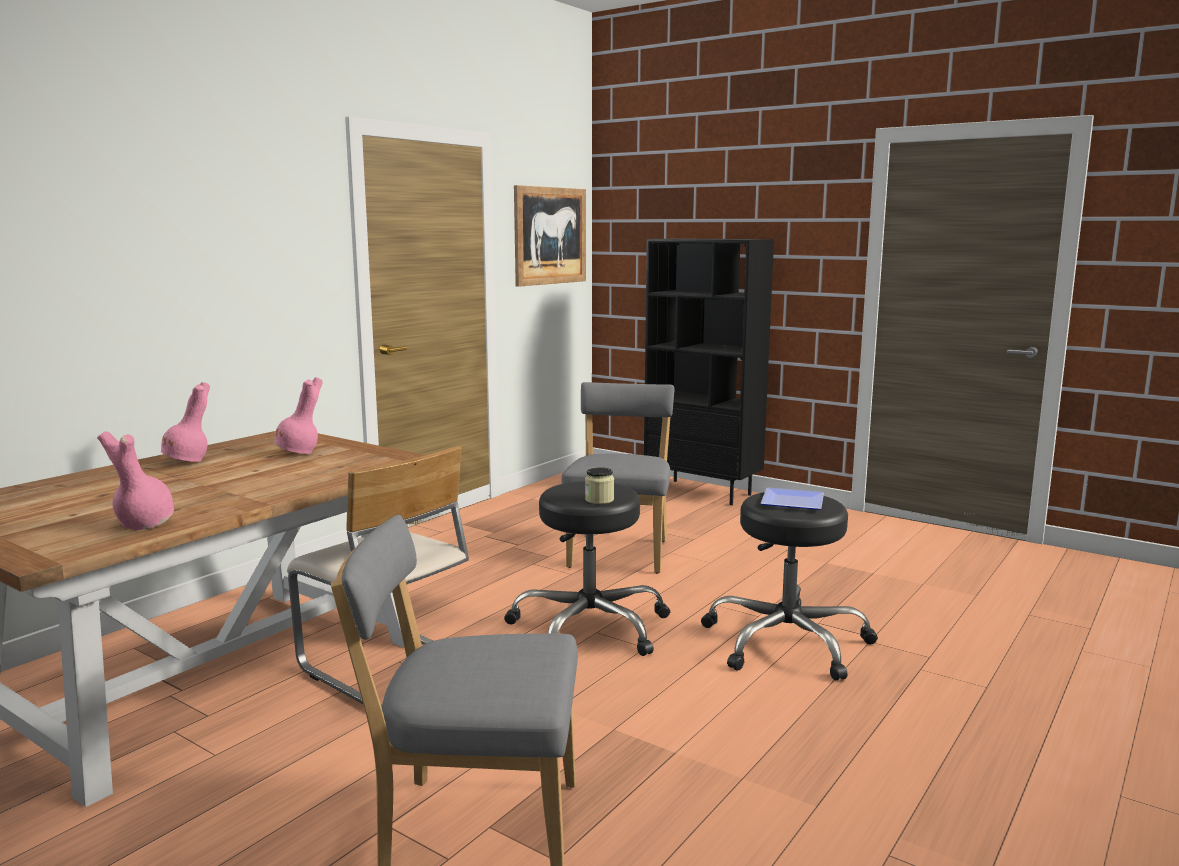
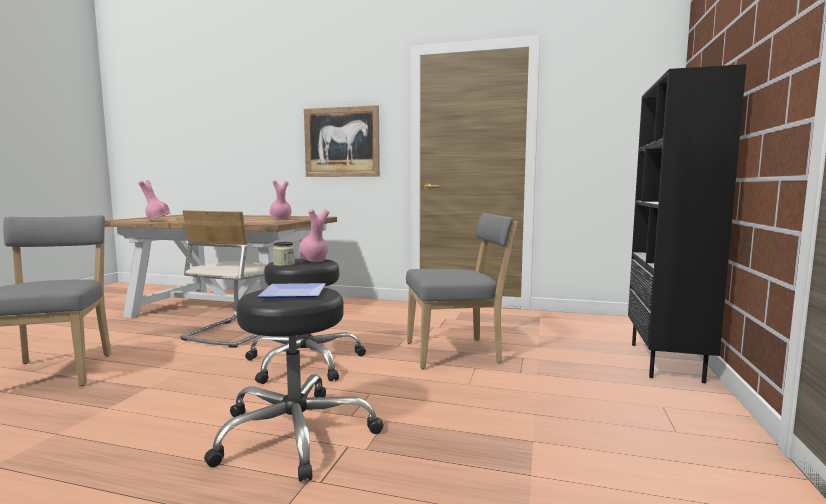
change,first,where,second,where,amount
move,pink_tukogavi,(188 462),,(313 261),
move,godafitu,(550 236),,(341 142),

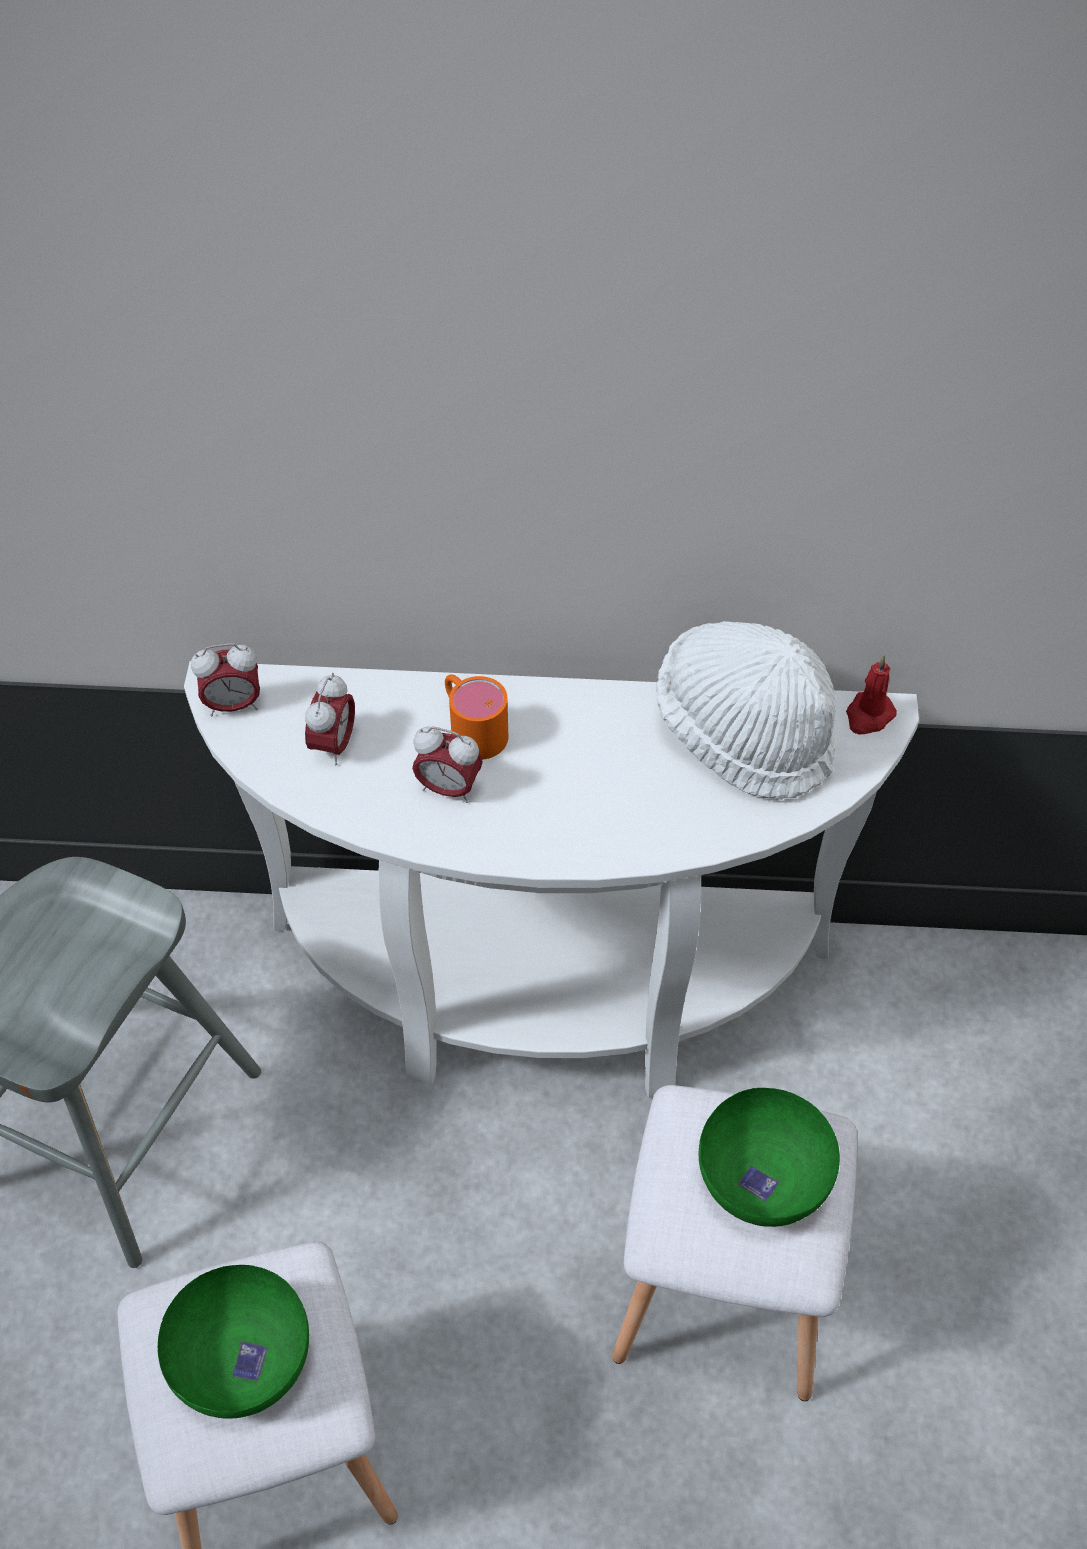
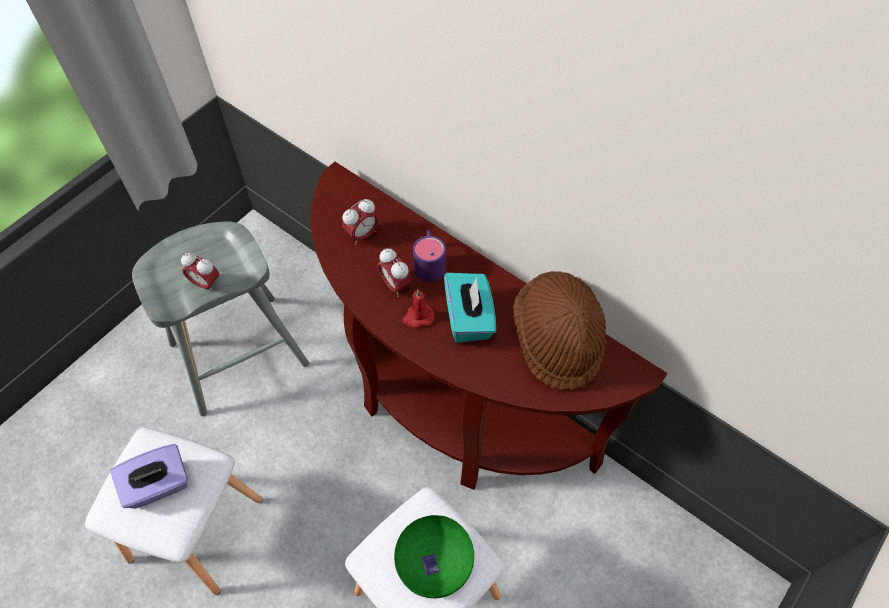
change,first,where,second,where,amount
replace,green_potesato,(241 1357),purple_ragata,(158 485),
recolor,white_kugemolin,(544 995),brown_kugemolin,(450 407),
move,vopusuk,(233 705),,(205 283),
recolor,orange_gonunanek,(472 728),purple_gonunanek,(429 262),
recolor,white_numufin,(744 733),brown_numufin,(558 340),
move,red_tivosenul,(868 716),,(418 317),
insert,,,turquoise_ragata,(469 318),

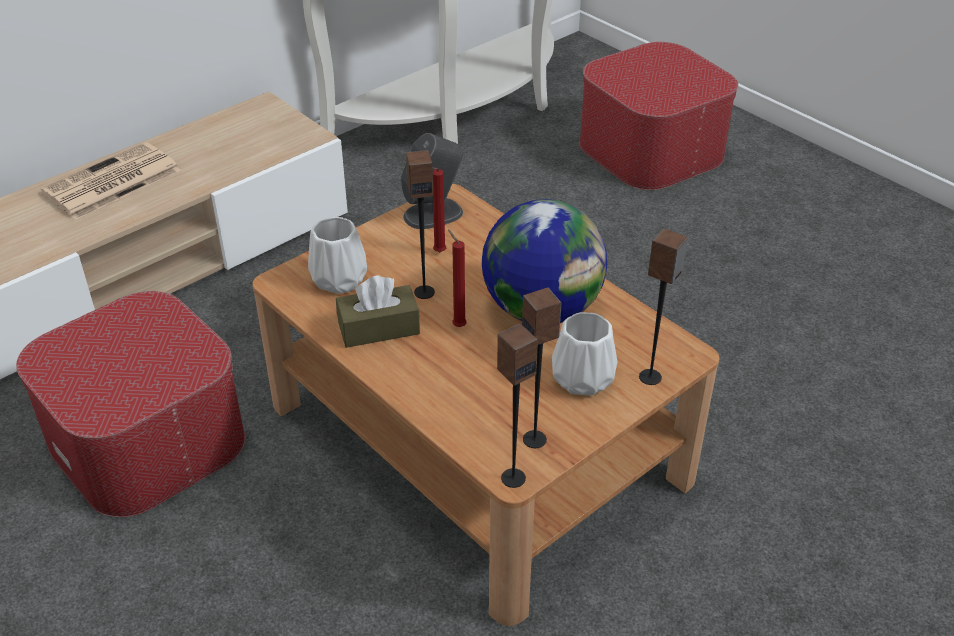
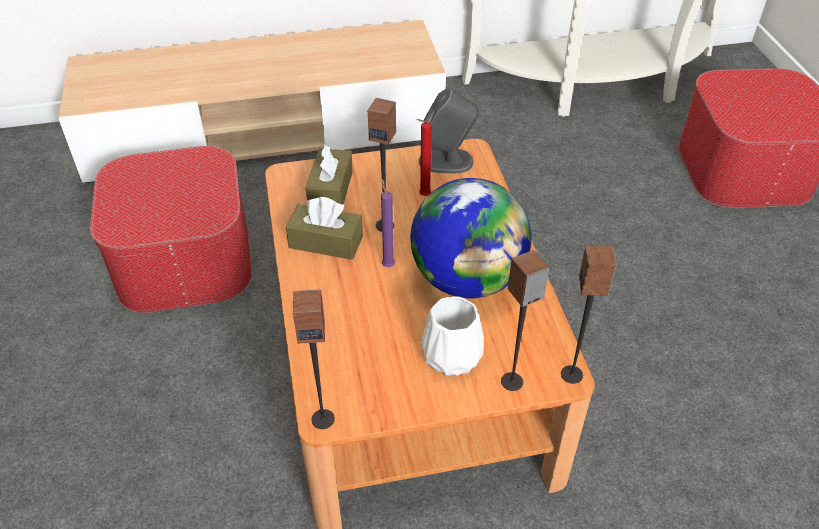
change,first,where,second,where,amount
delete,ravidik,(111 183),,,
replace,white_tukogavi,(340 279),brown_ragata,(330 190),
recolor,red_tivosenul,(457 325),purple_tivosenul,(387 265),
move,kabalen,(535 439),,(572 374),

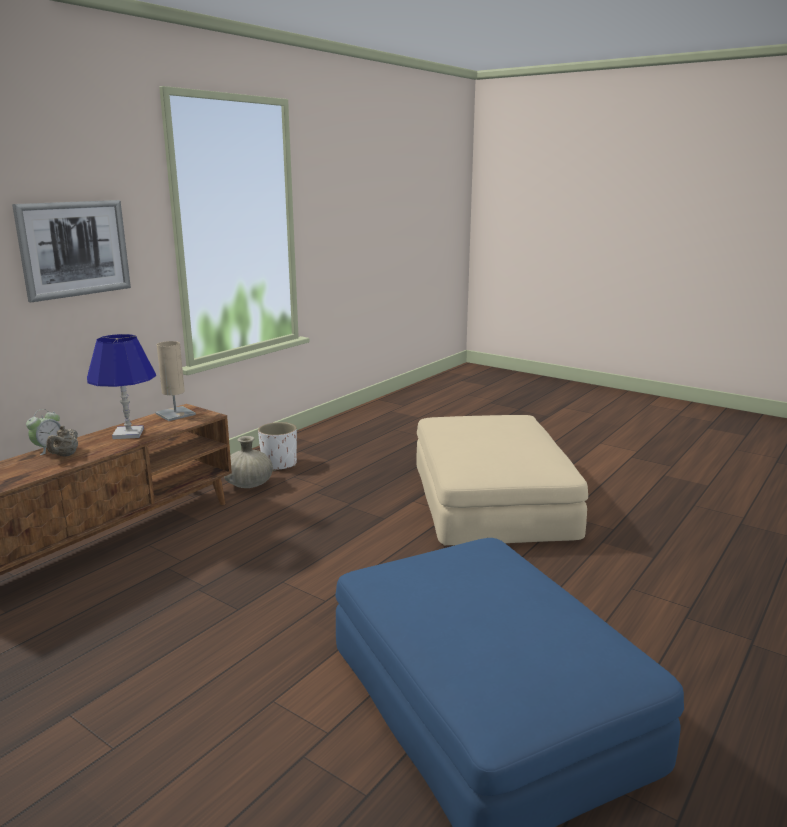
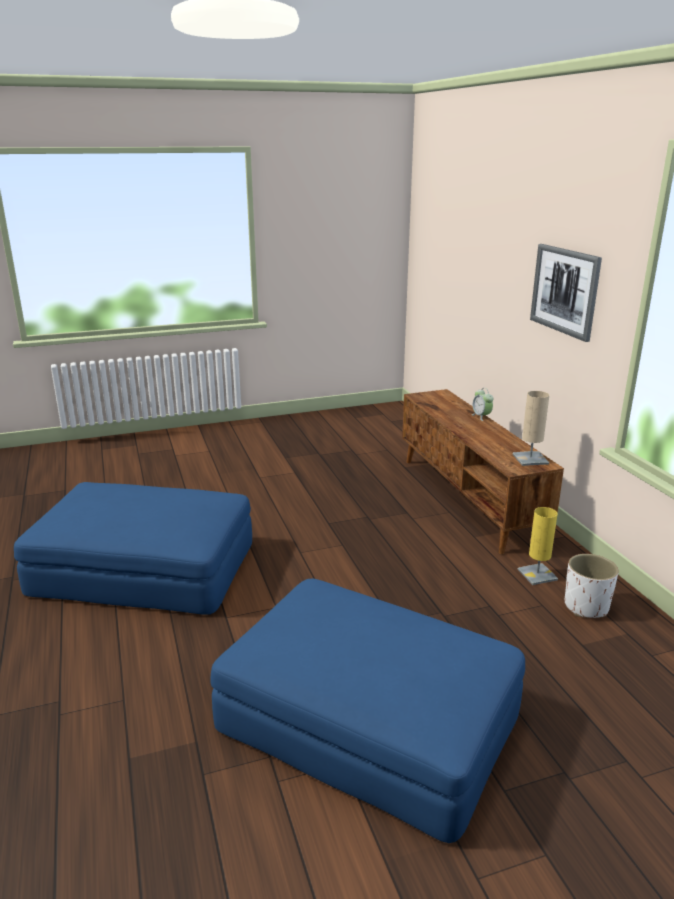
change,first,where,second,where,amount
delete,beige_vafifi,(65 455),,,
delete,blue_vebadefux,(128 434),,,
replace,beige_tukogavi,(248 485),yellow_vebadefux,(537 574),
recolor,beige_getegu,(492 499),blue_getegu,(367 720),

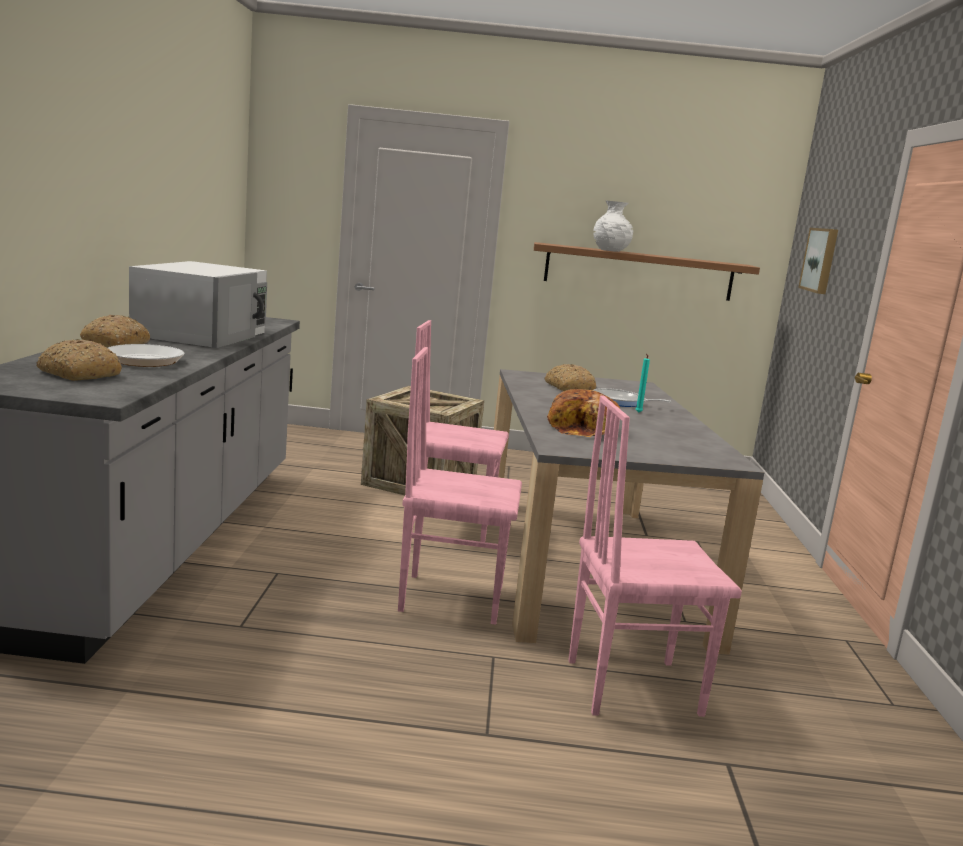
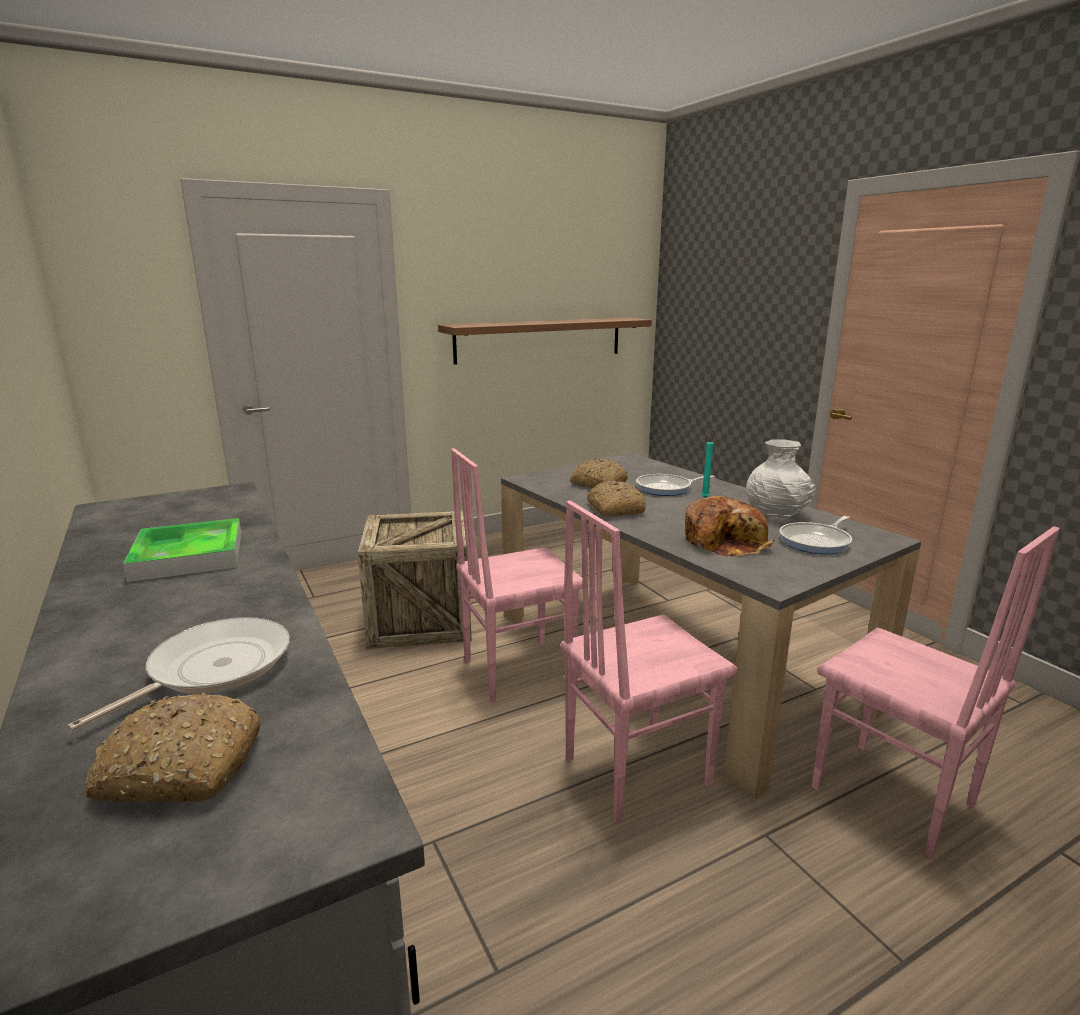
change,first,where,second,where,amount
move,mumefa,(116 344),,(614 509),
replace,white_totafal,(202 334),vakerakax,(189 556),
rotate,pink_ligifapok,(631 686),,(892 798),90 degrees counterclockwise
move,white_tukogavi,(611 250),,(777 514),
delete,godafitu,(821 260),,,
insert,,,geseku,(817 542),

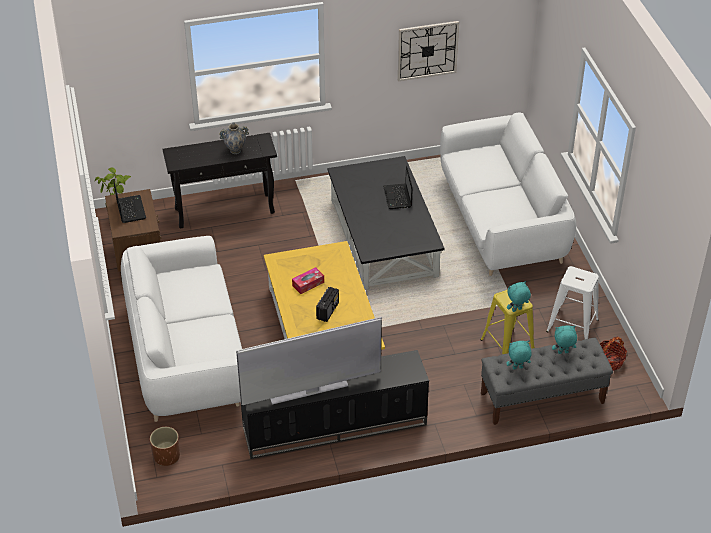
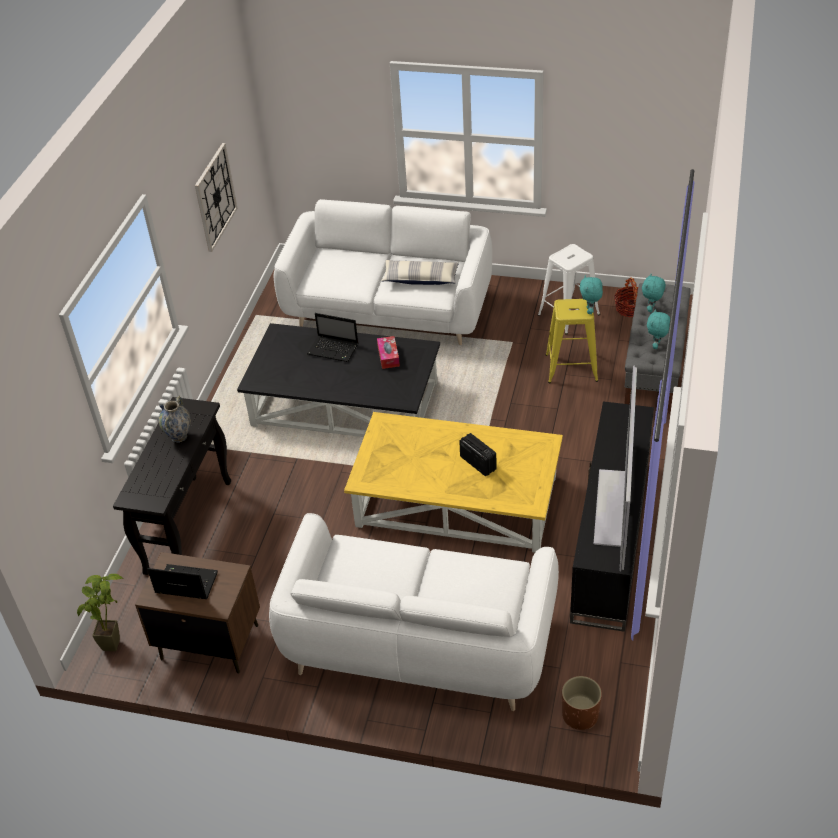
change,first,where,second,where,amount
move,ragata,(308 284),,(388 356),
insert,,,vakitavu,(420 278),

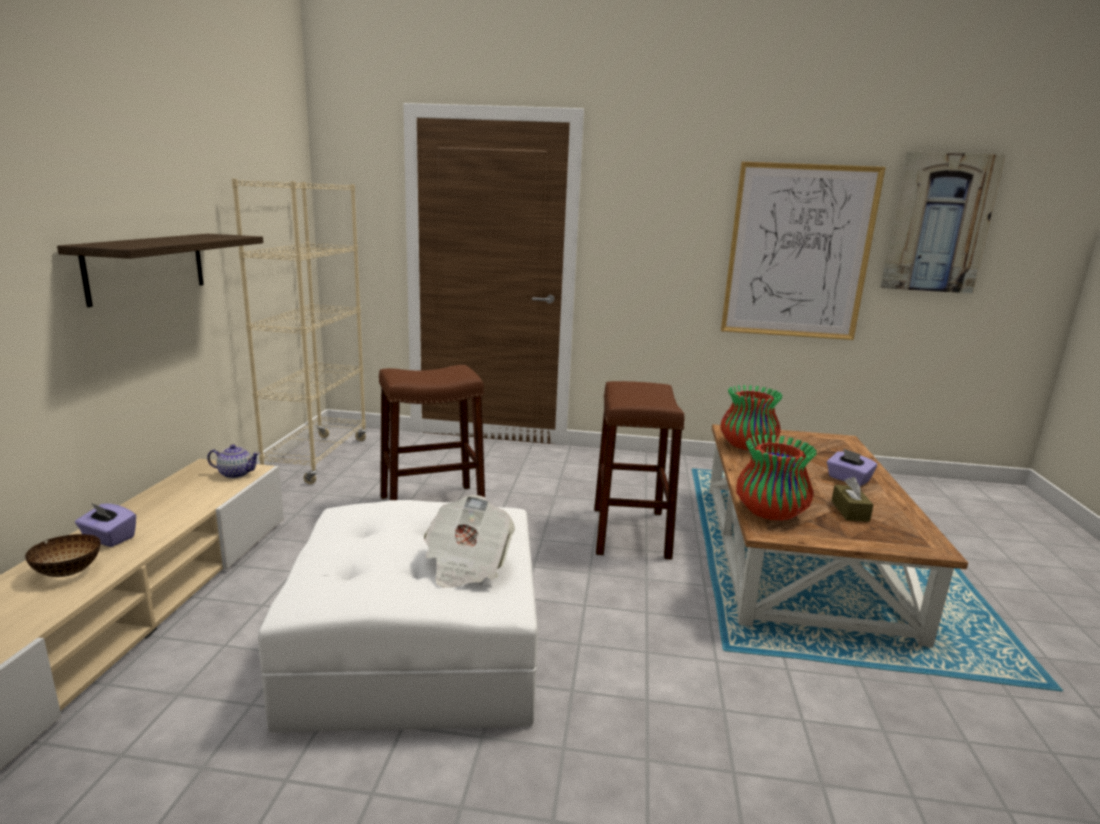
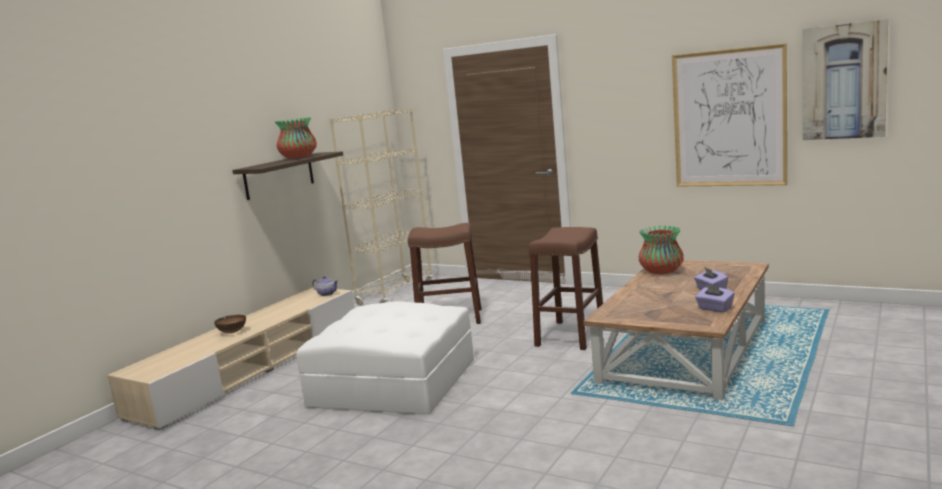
change,first,where,second,where,amount
move,purple_ragata,(108 538),,(714 309),
delete,ravidik,(466 564),,,
move,tukogavi,(771 512),,(299 158),
delete,brown_ragata,(850 511),,,

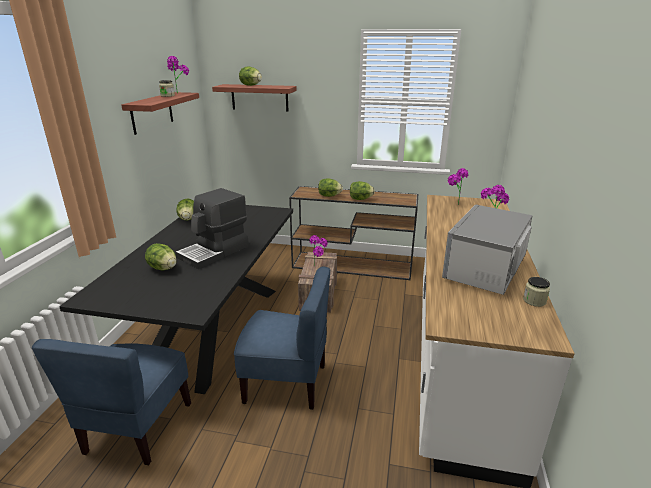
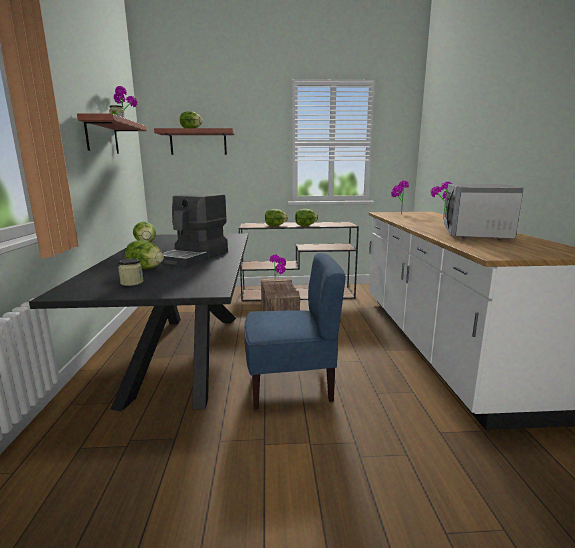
change,first,where,second,where,amount
delete,blue_ligifapok,(137 428),,,
move,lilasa,(534 301),,(132 282),

